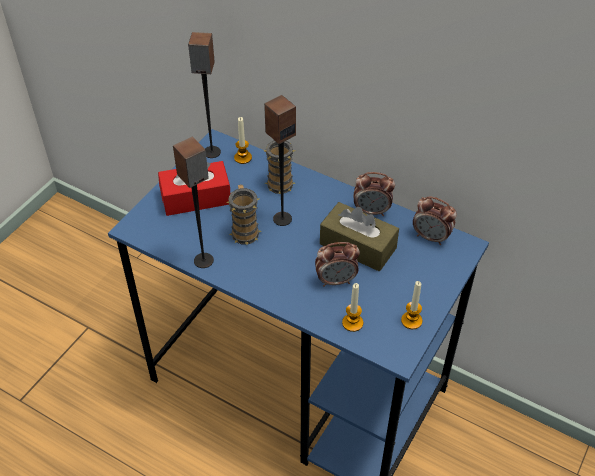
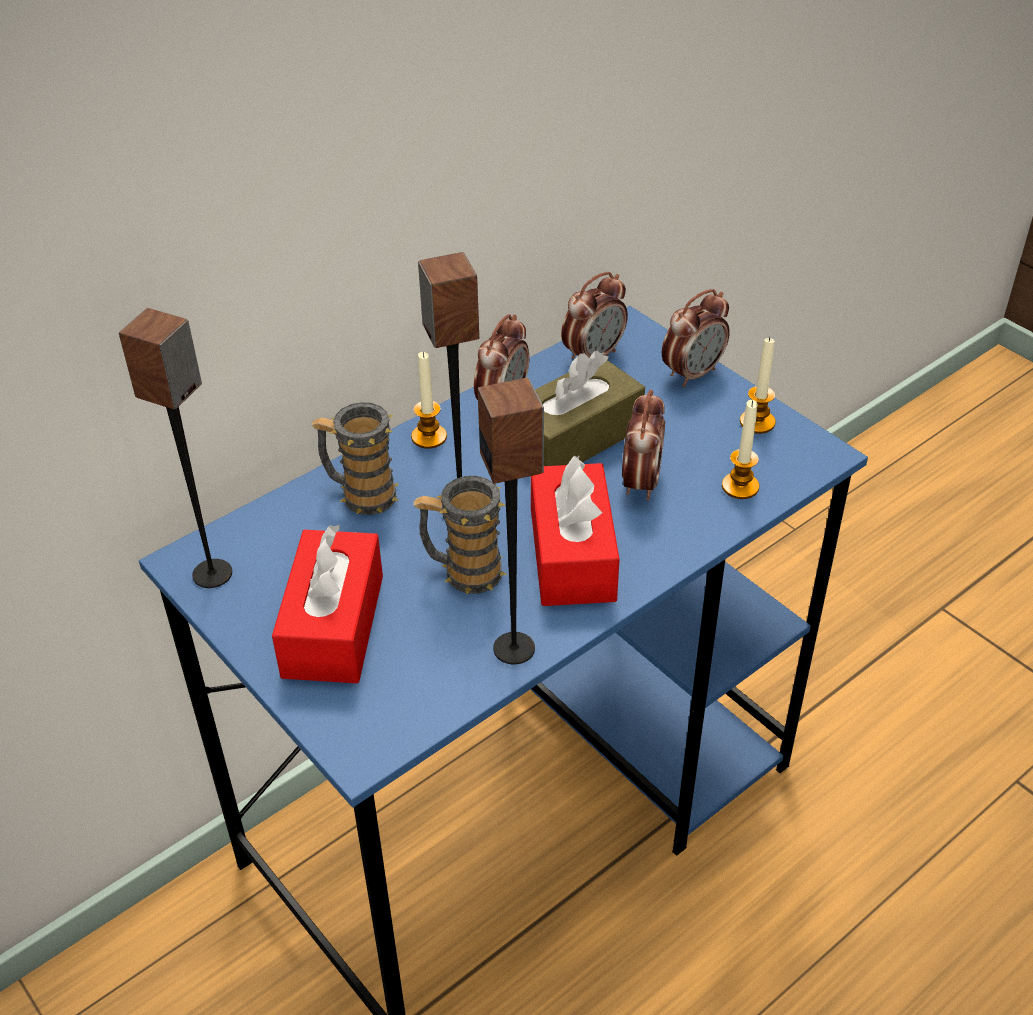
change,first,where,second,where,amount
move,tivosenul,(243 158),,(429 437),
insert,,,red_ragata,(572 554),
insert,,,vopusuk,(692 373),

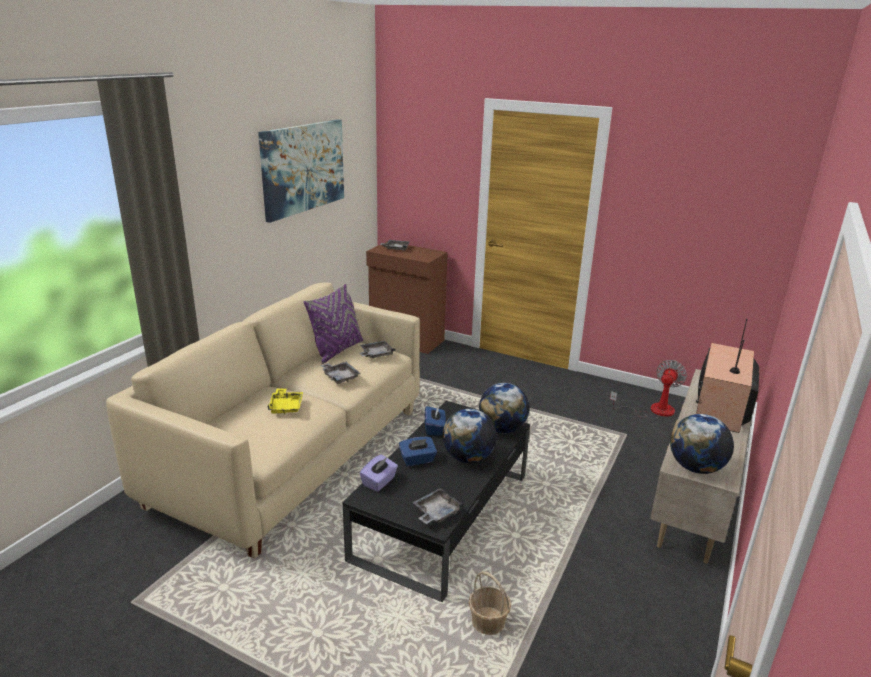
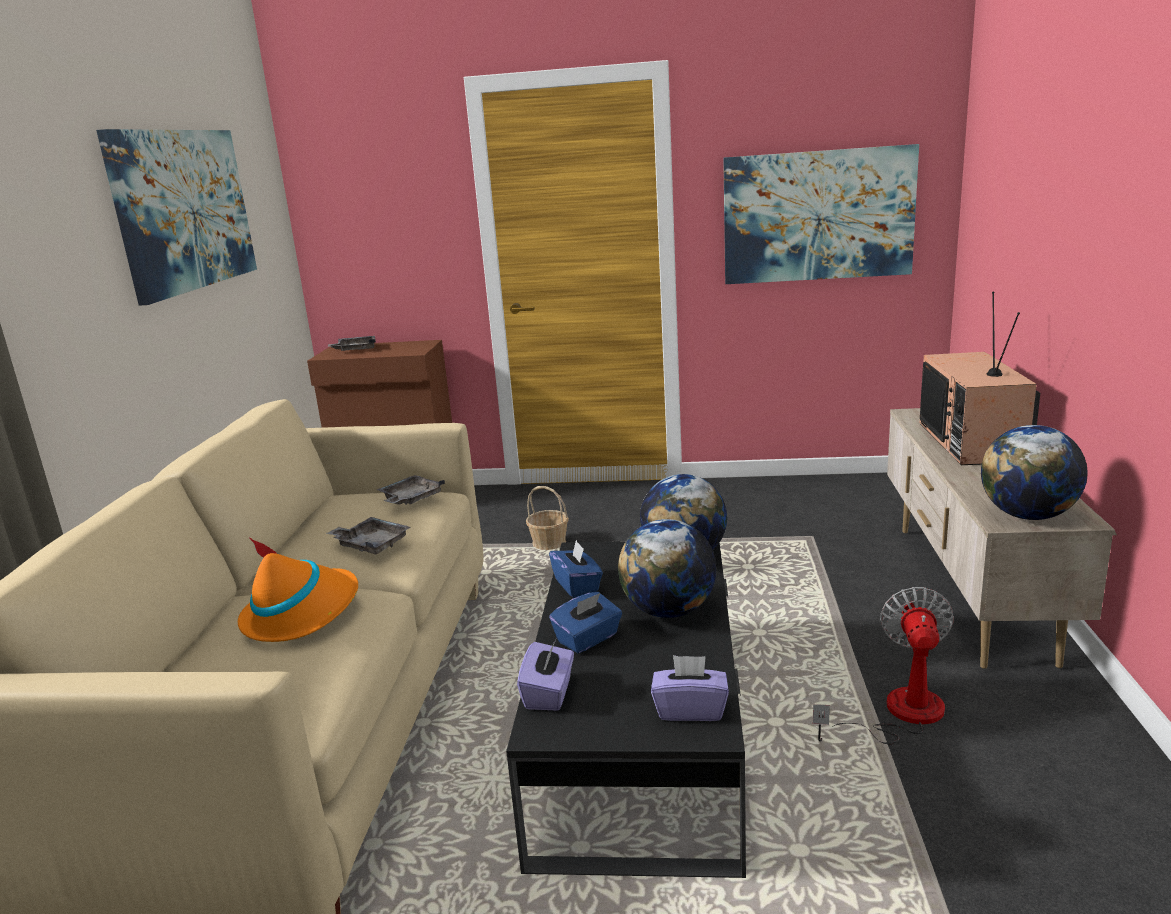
change,first,where,second,where,amount
replace,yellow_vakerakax,(286 406),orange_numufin,(301 613),
delete,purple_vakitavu,(337 350),,,
replace,grey_vakerakax,(436 512),purple_ragata,(690 709),
move,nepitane,(488 622),,(549 544),
move,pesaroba,(653 410),,(899 714),
insert,,,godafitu,(817 216),

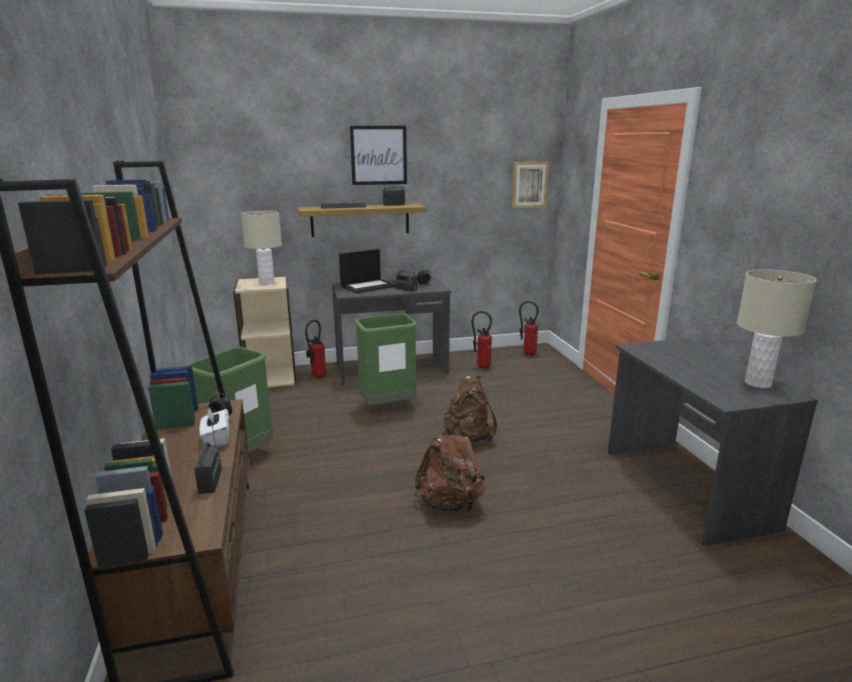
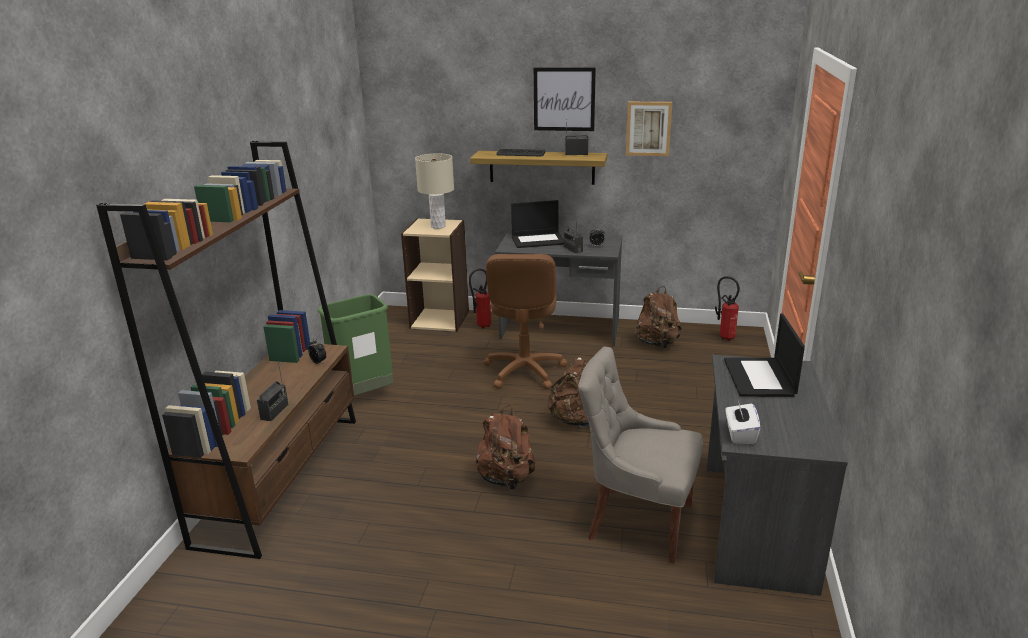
change,first,where,second,where,amount
move,white_ragata,(216 439),,(740 434),
replace,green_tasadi,(388 406),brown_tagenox,(524 371),
replace,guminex,(481 366),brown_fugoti,(657 343),
move,godafitu,(529 184),,(648 128),
delete,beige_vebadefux,(757 383),,,
insert,,,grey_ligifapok,(637 521),
insert,,,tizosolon,(760 378),

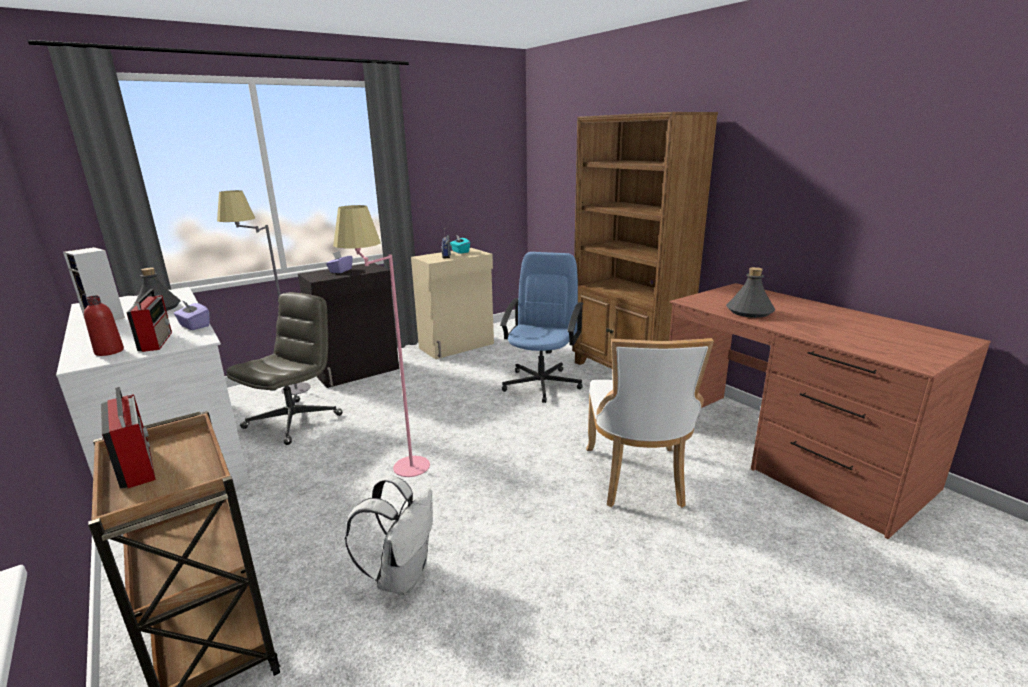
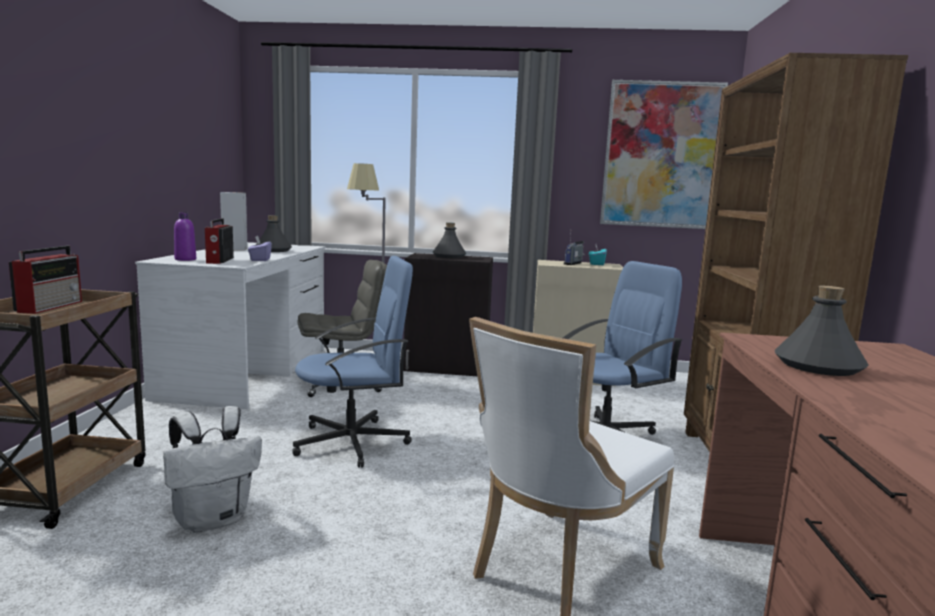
change,first,where,second,where,amount
recolor,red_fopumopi,(109 351),purple_fopumopi,(185 259),
rotate,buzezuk,(156 341),,(219 261),150 degrees clockwise
replace,purple_ragata,(340 271),grey_fopumopi,(449 256),
replace,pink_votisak,(395 464),blue_tagenox,(353 442),
insert,,,godafitu,(661 155),

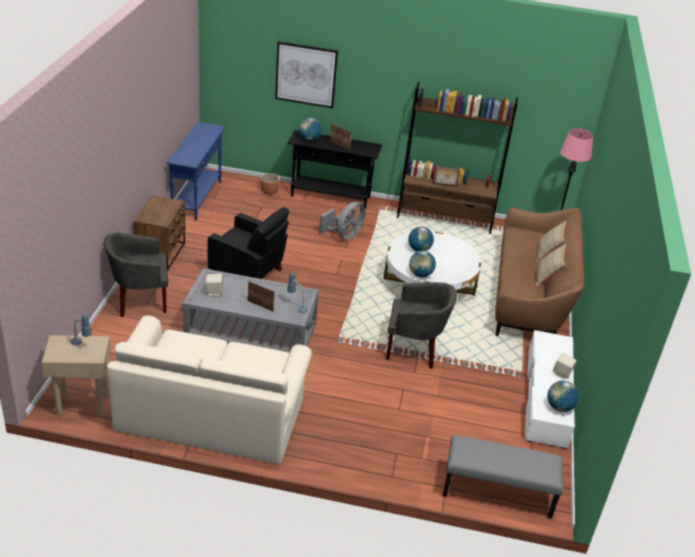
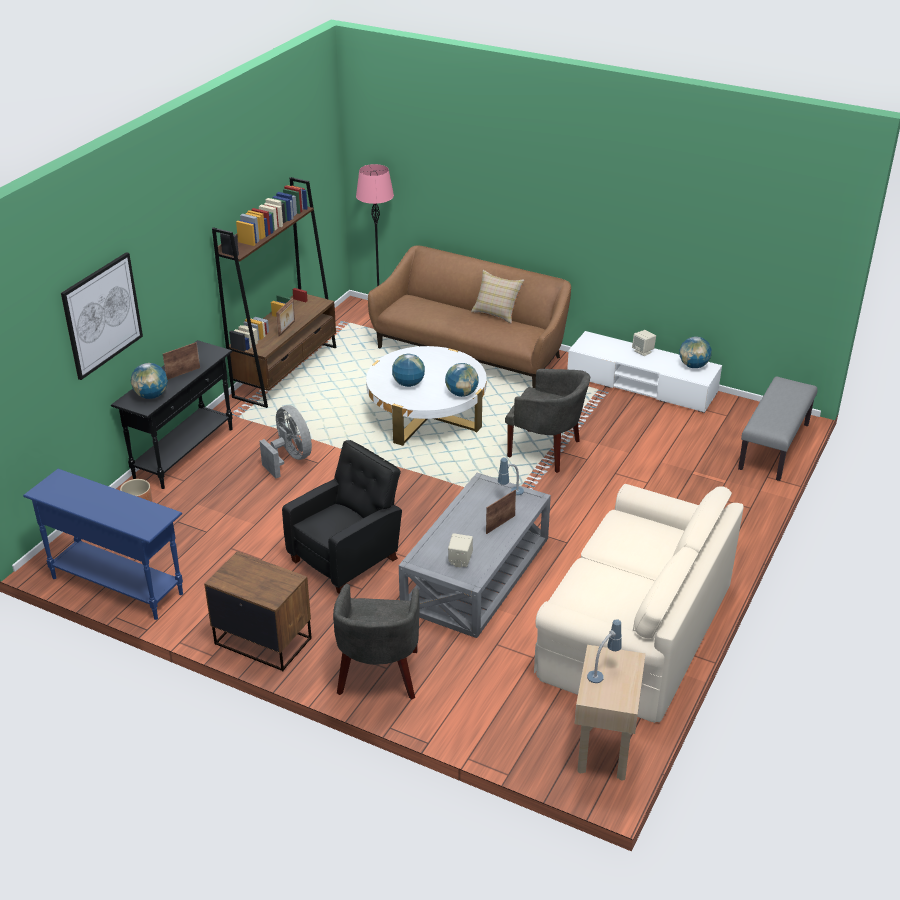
change,first,where,second,where,amount
rotate,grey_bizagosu,(414 349),,(546 451),90 degrees clockwise
delete,beige_vakitavu,(547 254),,,

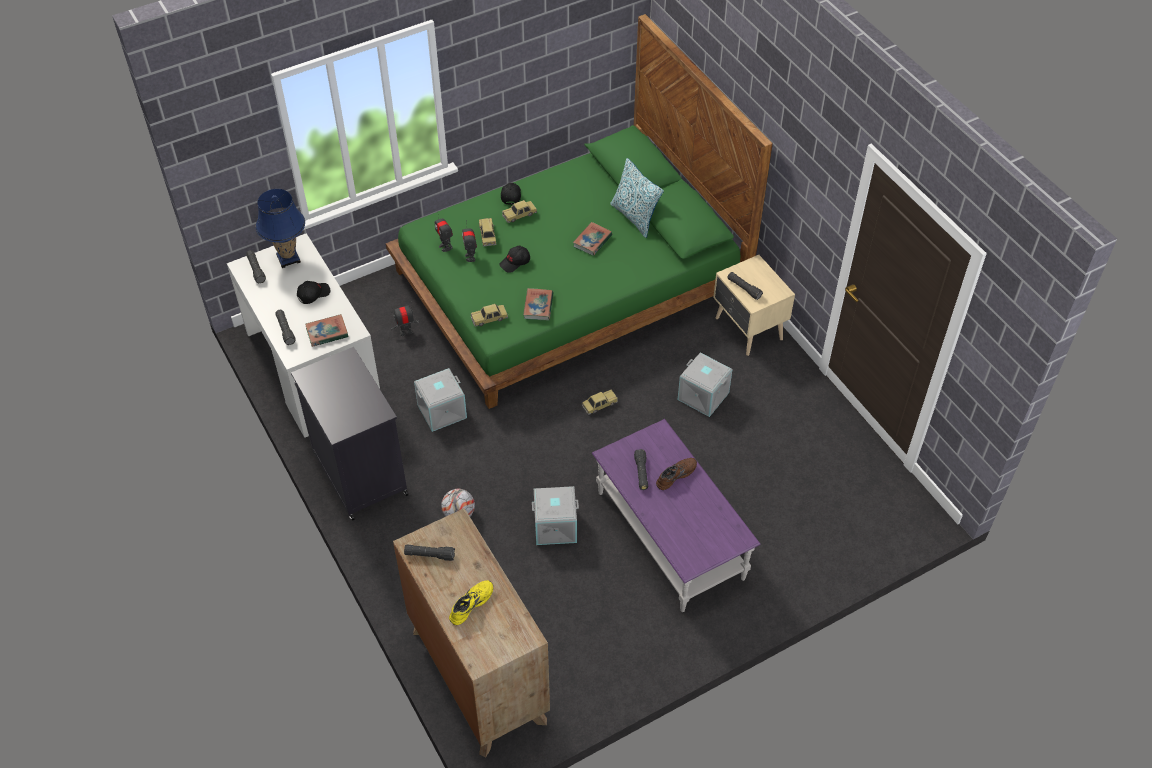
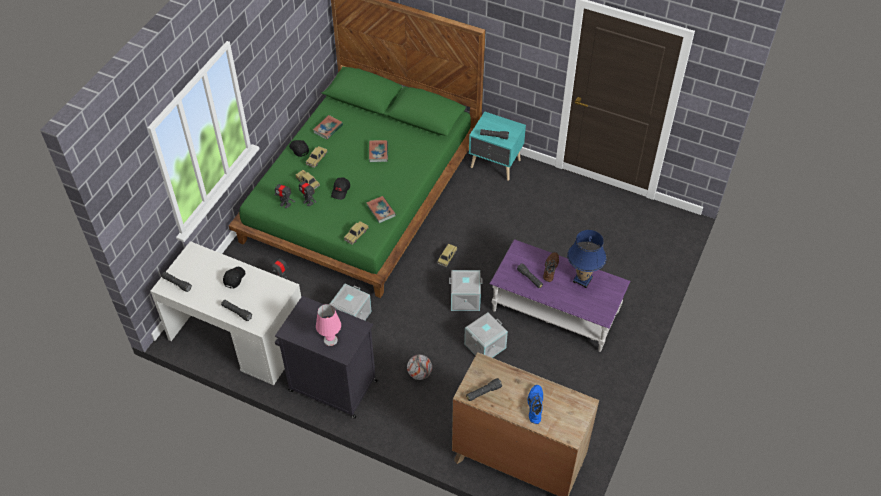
change,first,where,second,where,amount
move,blue_vebadefux,(288 258),,(582 279),
move,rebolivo,(327 333),,(328 129),
recolor,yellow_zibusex,(470 603),blue_zibusex,(534 406),
delete,vakitavu,(635 217),,,
move,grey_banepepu,(702 396),,(465 299),
recolor,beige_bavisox,(748 330),turquoise_bavisox,(495 165),
insert,,,pink_vebadefux,(330 340),

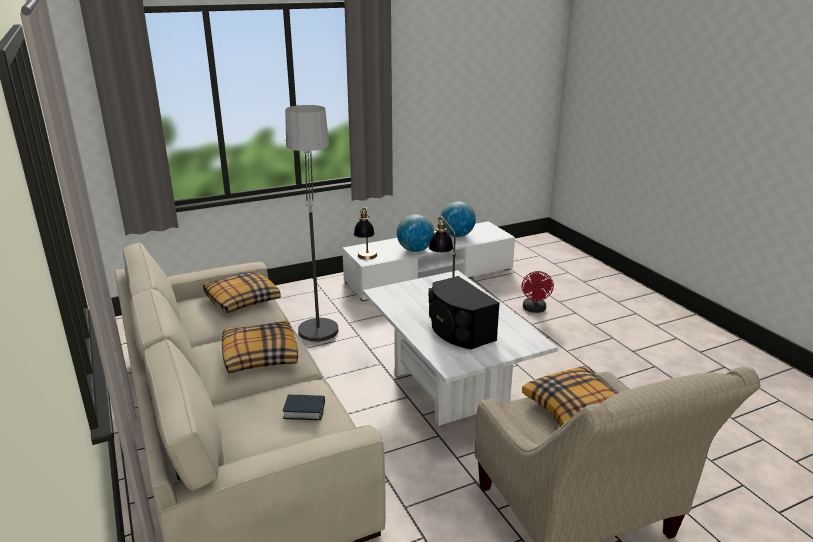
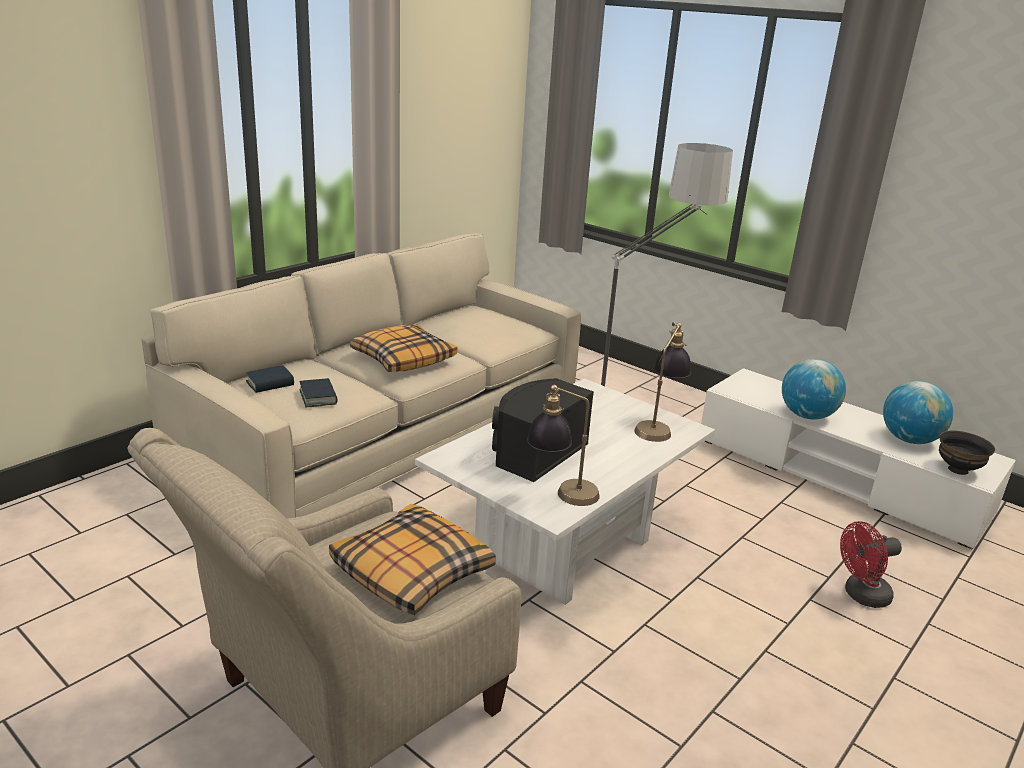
change,first,where,second,where,amount
delete,vakitavu,(241 300),,,
move,vebadefux,(366 259),,(561 496),
insert,,,rebolivo,(270 383),
insert,,,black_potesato,(958 470),

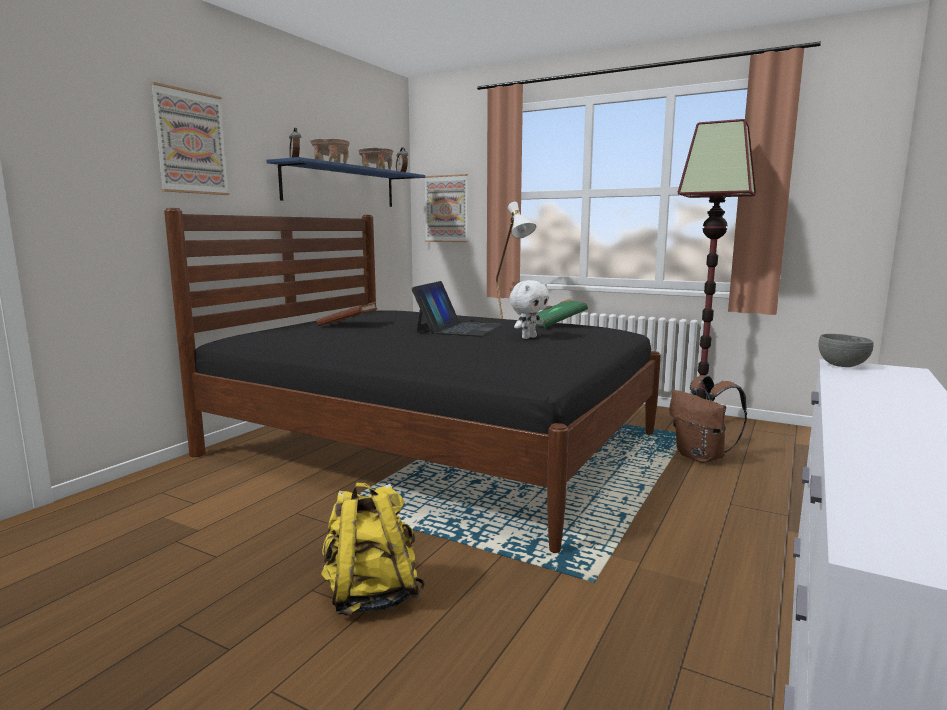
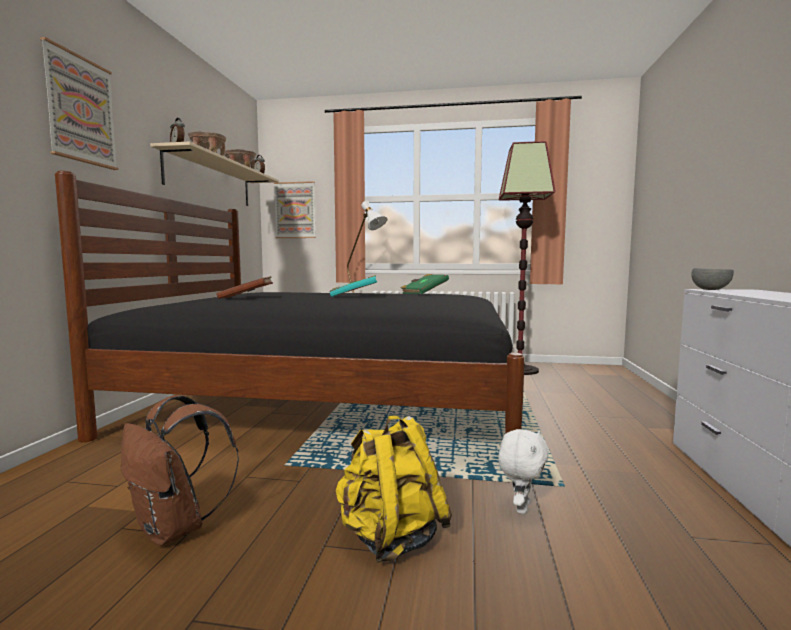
change,first,where,second,where,amount
recolor,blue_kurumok,(341 186),beige_kurumok,(210 181),
replace,tizosolon,(459 328),turquoise_rebolivo,(354 296),
move,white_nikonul,(528 337),,(521 507),
move,brown_fugoti,(702 457),,(175 529),

